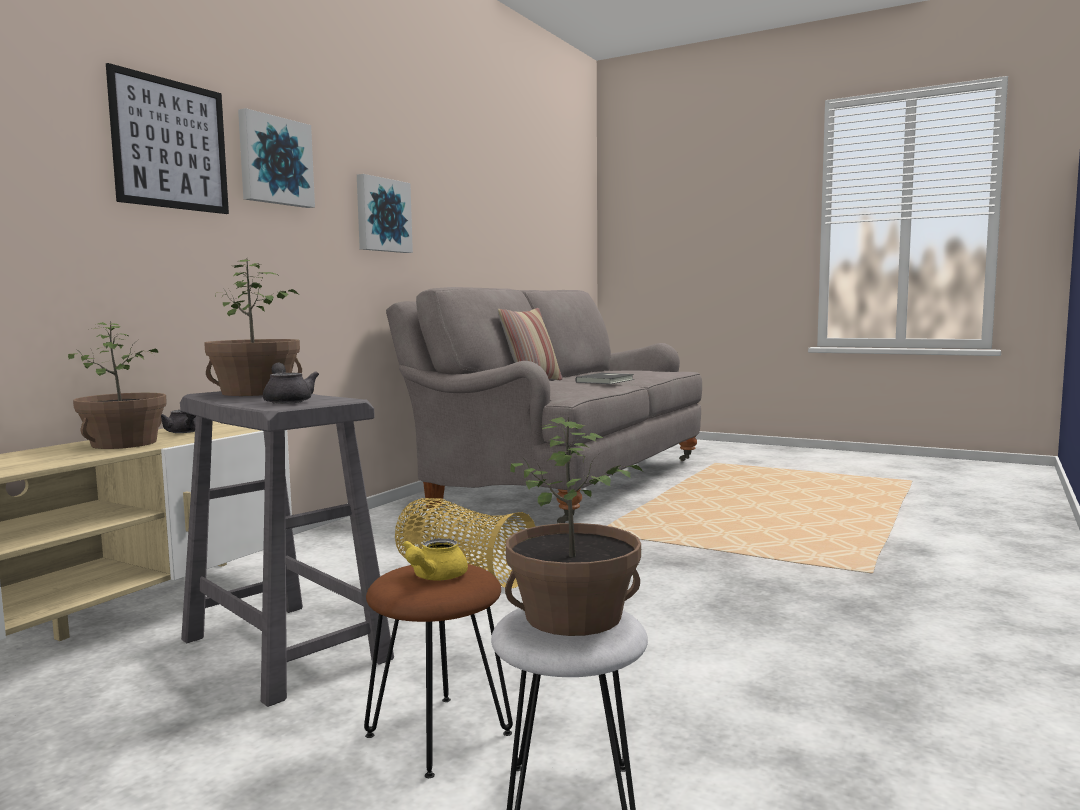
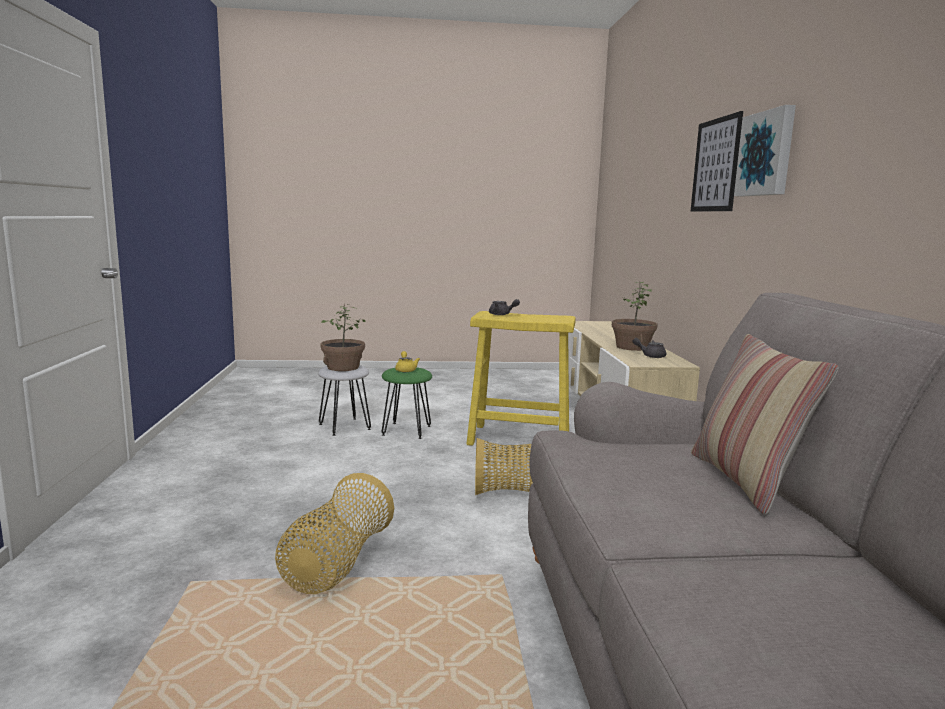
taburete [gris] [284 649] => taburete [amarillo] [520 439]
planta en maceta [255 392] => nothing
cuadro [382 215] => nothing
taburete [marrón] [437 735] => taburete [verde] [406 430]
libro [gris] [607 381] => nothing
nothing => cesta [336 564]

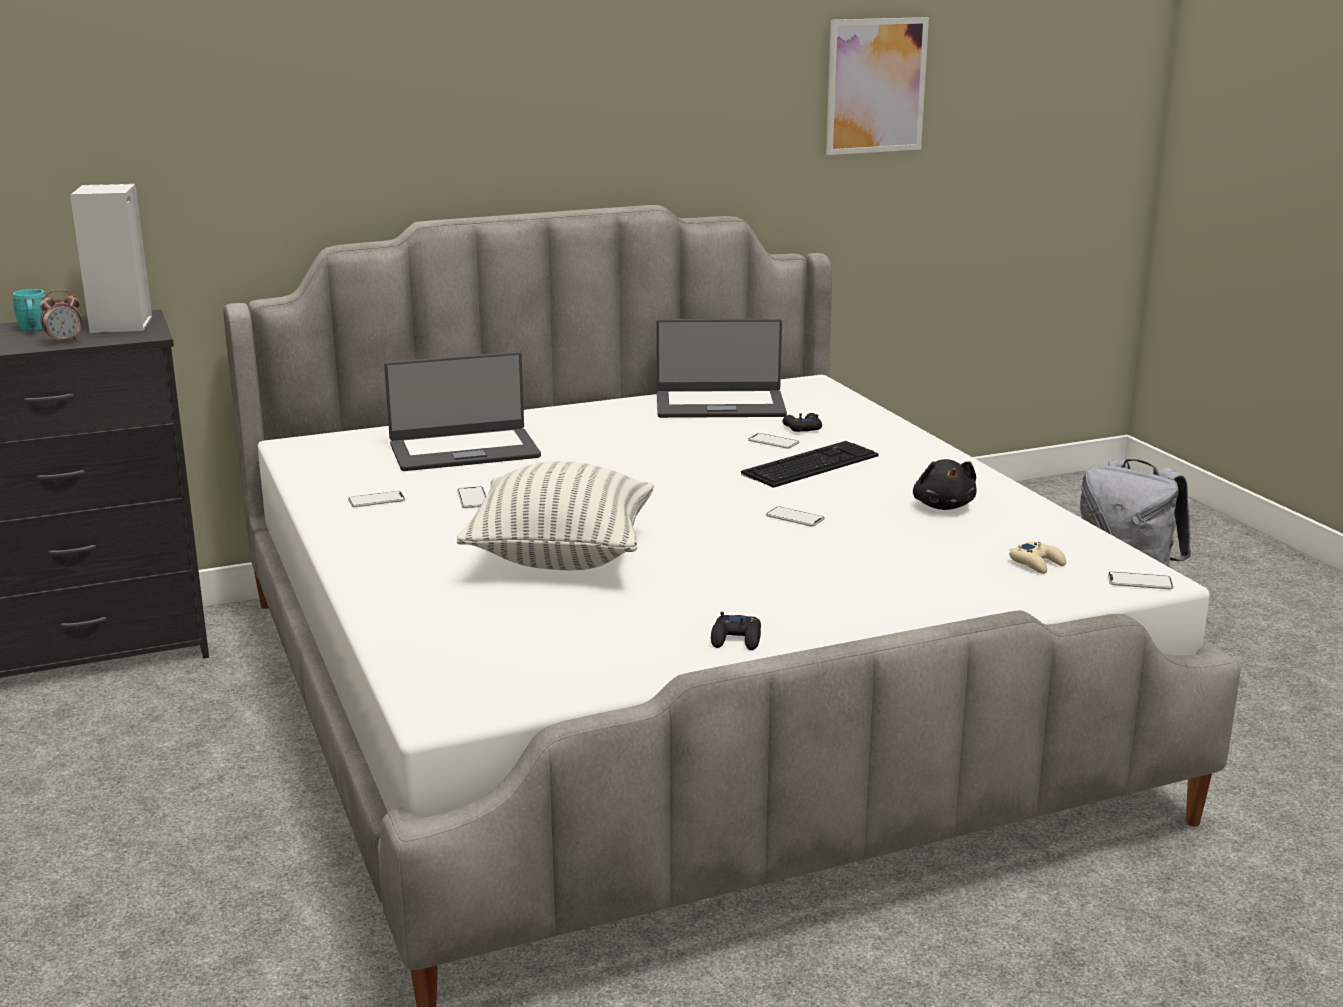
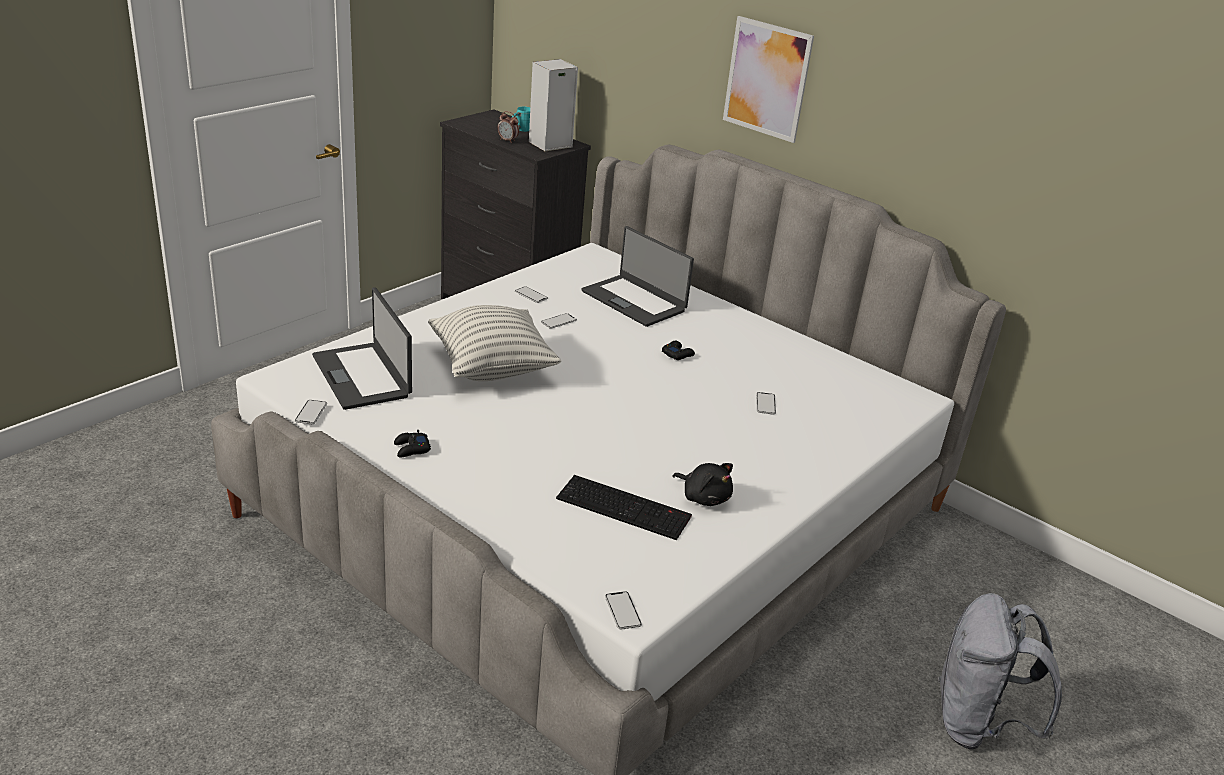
portátil [720 405] => portátil [363 376], relocated
teclado [810 464] => teclado [625 507], relocated
móvil [795 518] => móvil [311 413], relocated
mando de consola [negro] [802 428] => mando de consola [negro] [677 354], relocated
cuadro [876 86] => cuadro [767 79], relocated
peluche [negro] [943 506] => peluche [negro] [704 497], 105 degrees counterclockwise
mando de consola [beis] [1037 563] => nothing

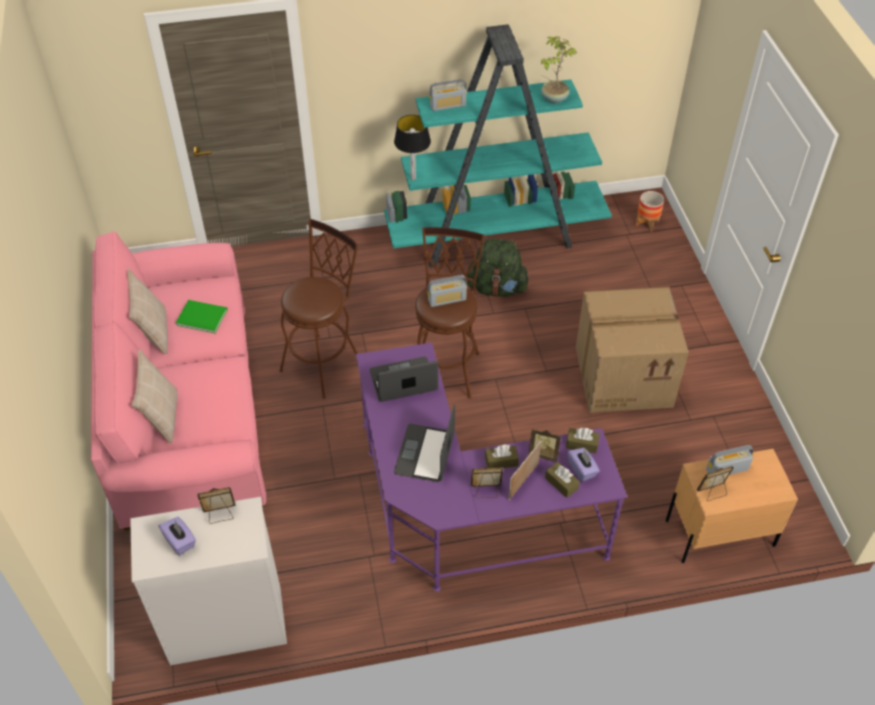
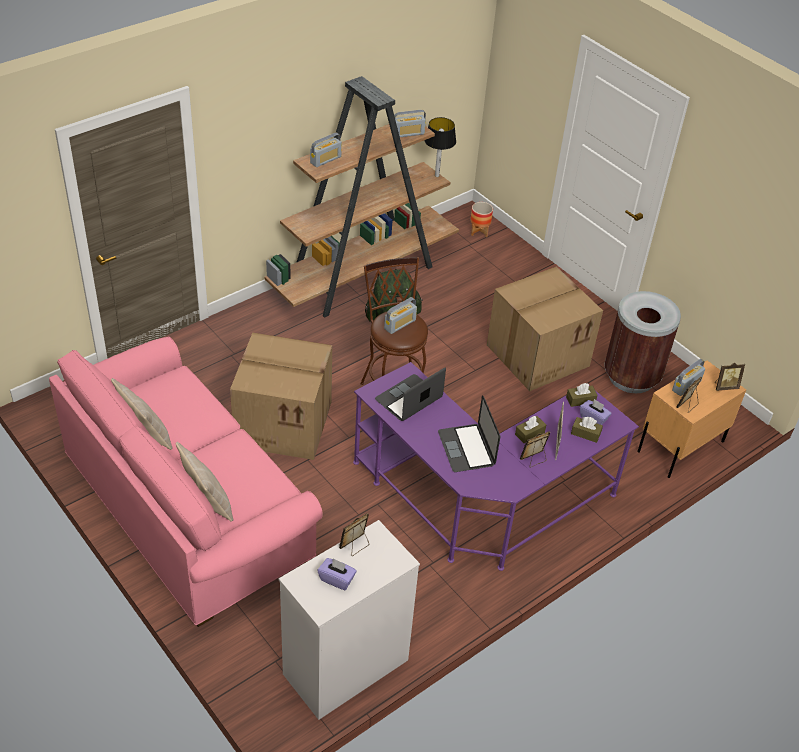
libro [verde] [201 316] => nothing
taburete [marrón] [325 362] => caja de cartón [285 423]
estantería [turquesa] [496 235] => estantería [marrón] [363 275]
lámpara de mesa [413 178] => lámpara de mesa [437 175], relocated
portarretratos [544 454] => portarretratos [725 386], relocated
planta en maceta [553 98] => radio [408 133]
nothing => papelera [marrón] [631 377]

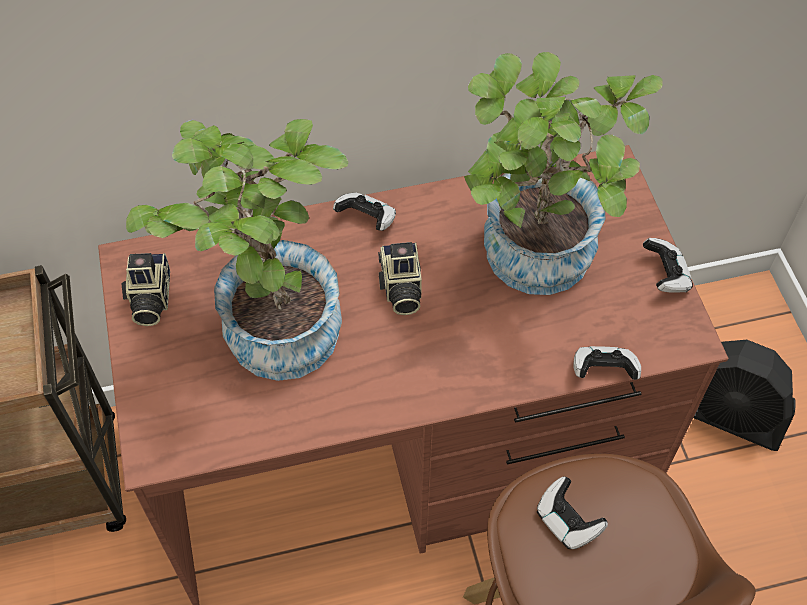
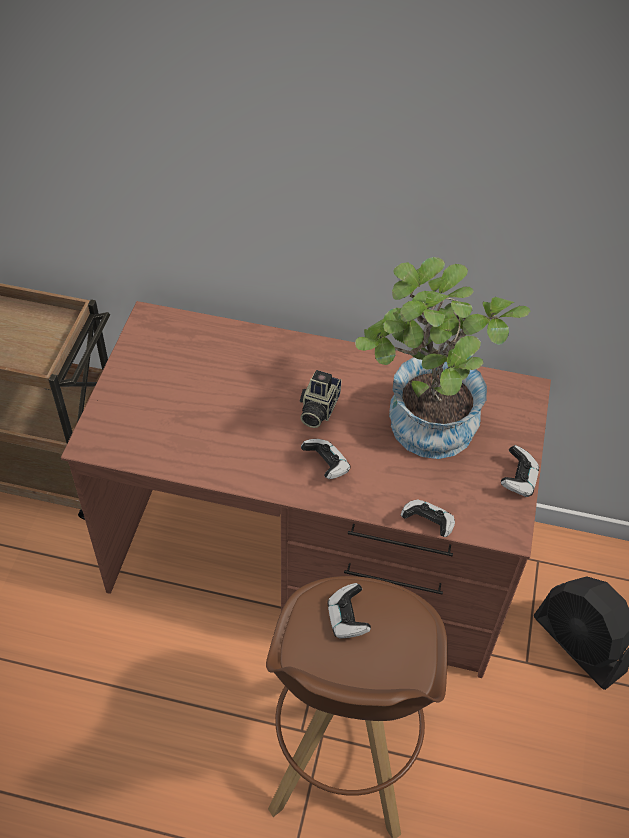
cámara [149 299] => nothing
planta en maceta [270 322] => nothing
mando de consola [367 220] => mando de consola [326 466], relocated

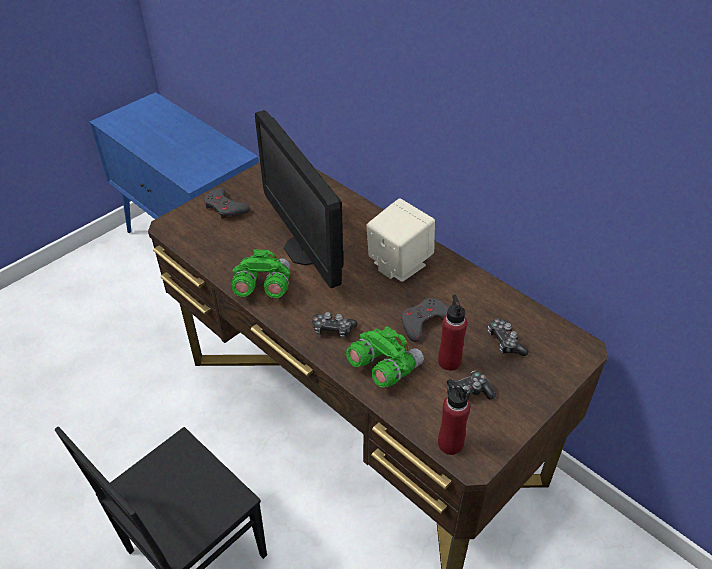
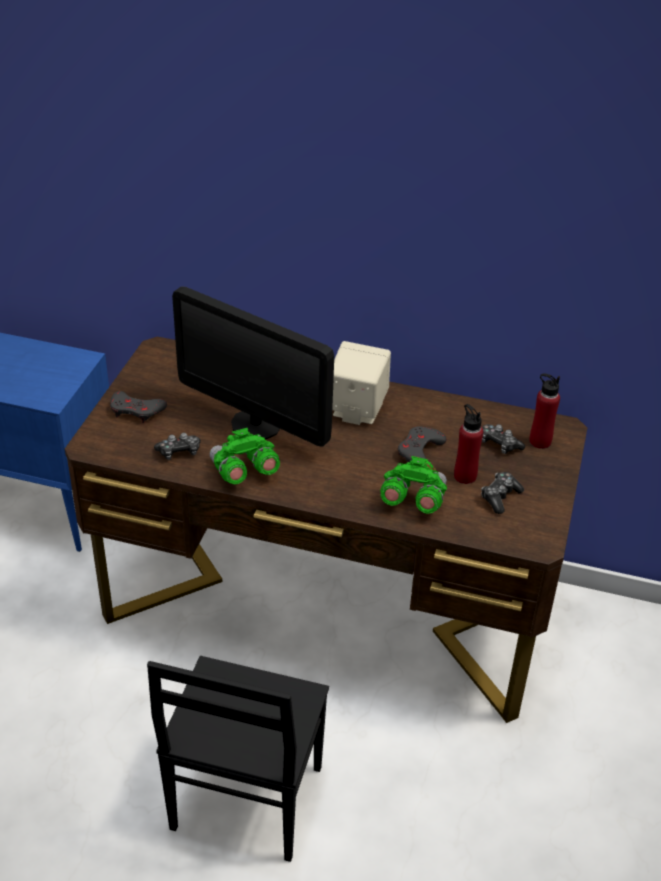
mando de consola [332 329] => mando de consola [179 452], relocated
botella [rojo] [450 443] => botella [rojo] [540 441], relocated

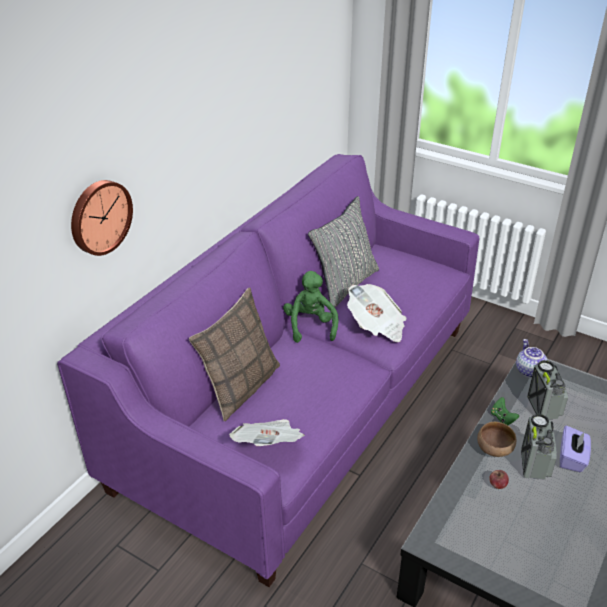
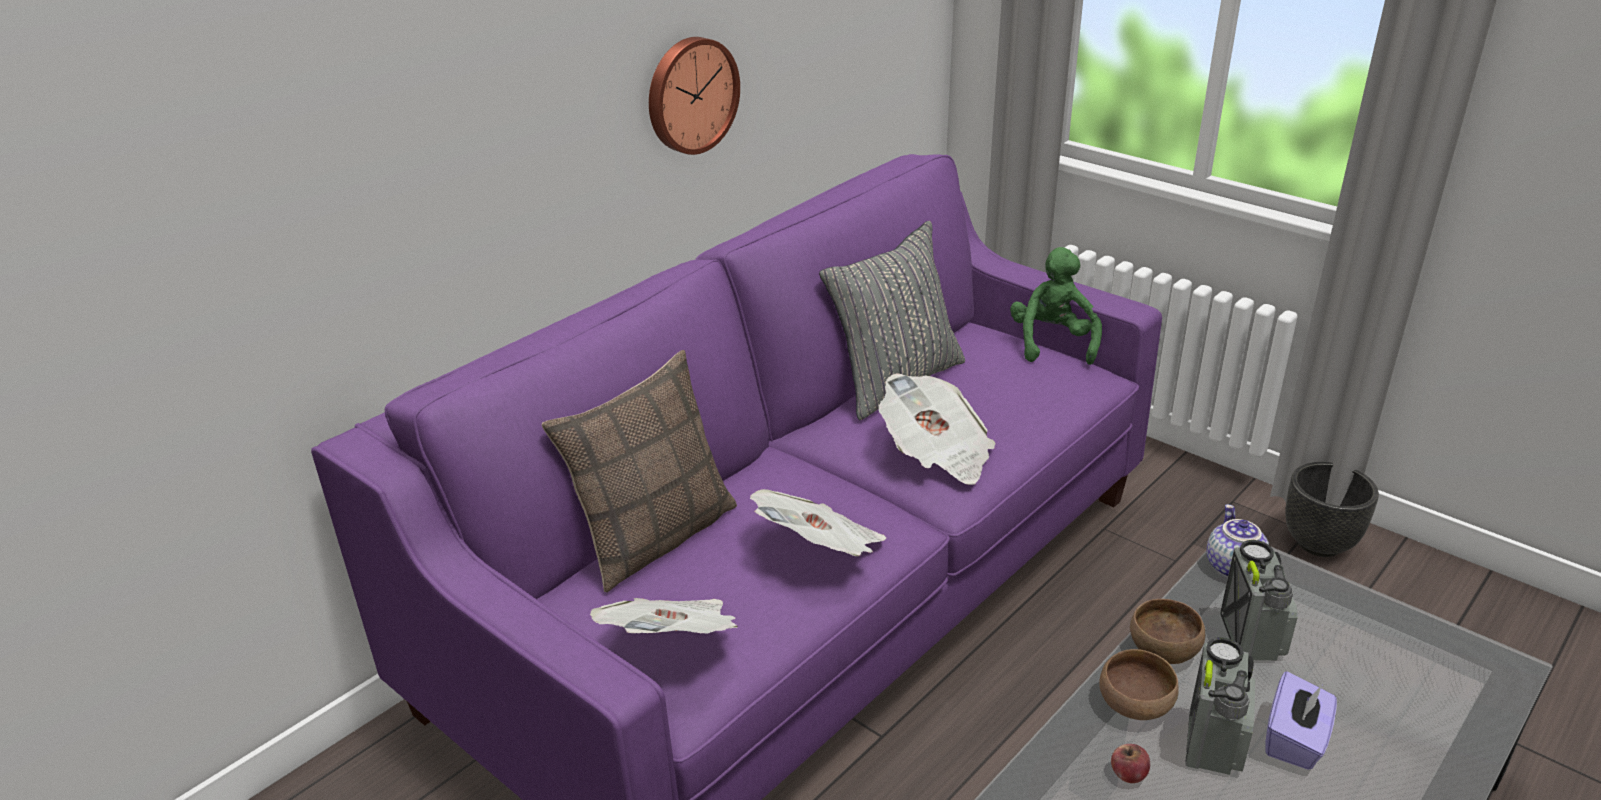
reloj de pared [99 216] => reloj de pared [690 95], relocated
peluche [verde] [310 326] => peluche [verde] [1052 343], relocated
mando de consola [verde] [502 418] => cuenco [marrón] [1162 649]
nothing => periódico [820 551]
nothing => maceta [negro] [1319 543]

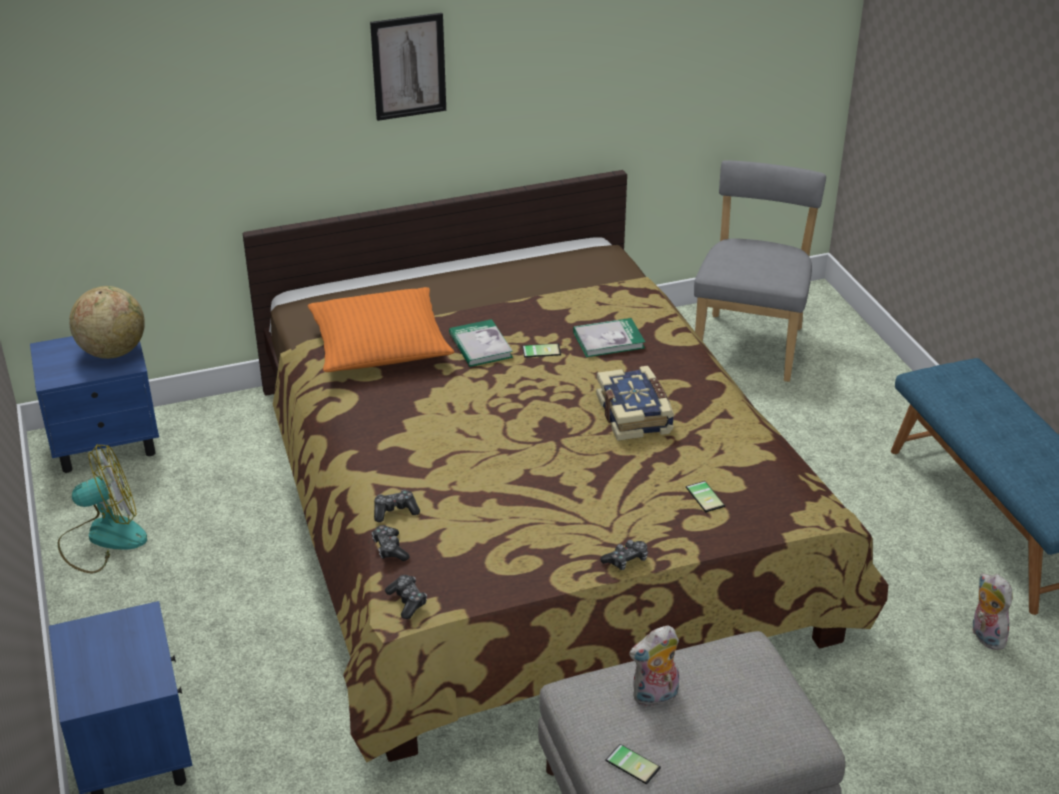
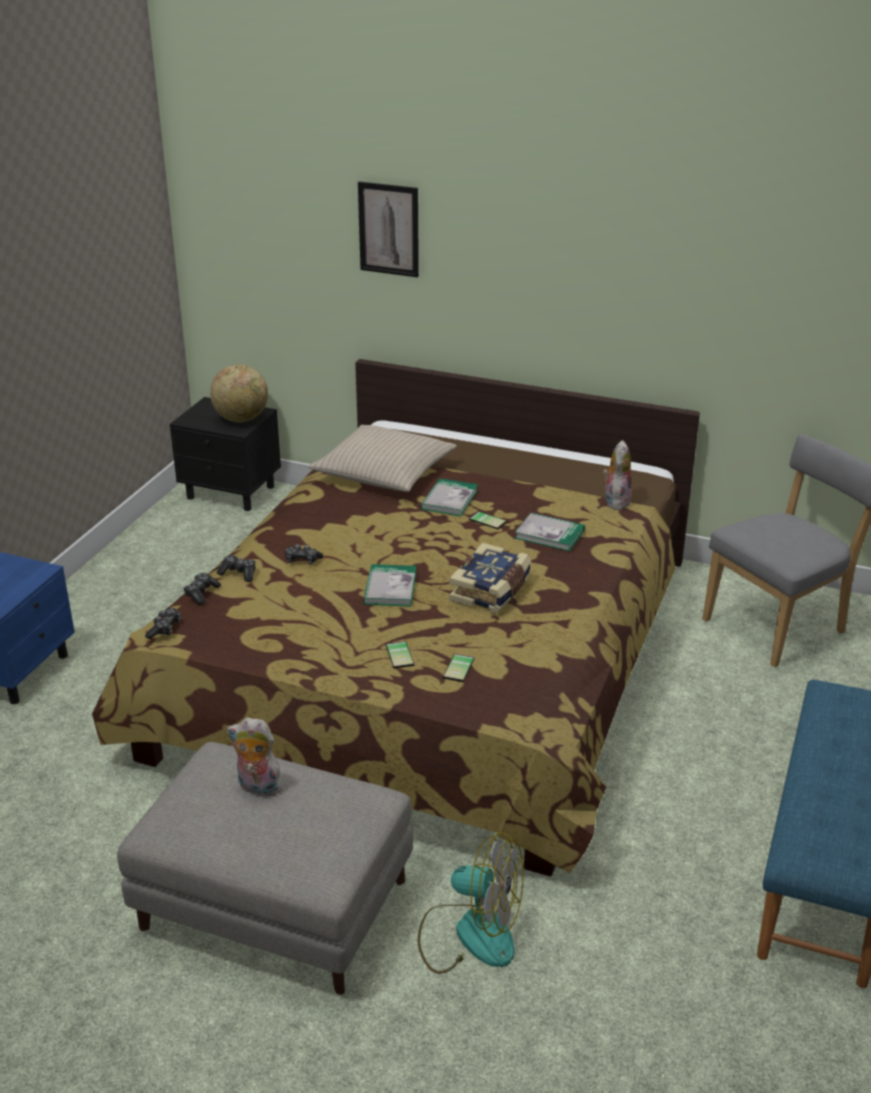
mesita de noche [azul] [107 443] => mesita de noche [negro] [231 492]
ventilador [102 538] => ventilador [470 934], relocated
cojín [naranja] [379 345] => cojín [beis] [383 472]
cuadro [408 66] => cuadro [389 229], relocated
mando de consola [626 560] => mando de consola [302 560], relocated
móvil [634 762] => móvil [402 655], relocated
peluche [984 636] => peluche [615 501], relocated
nothing => libro [390 588]

